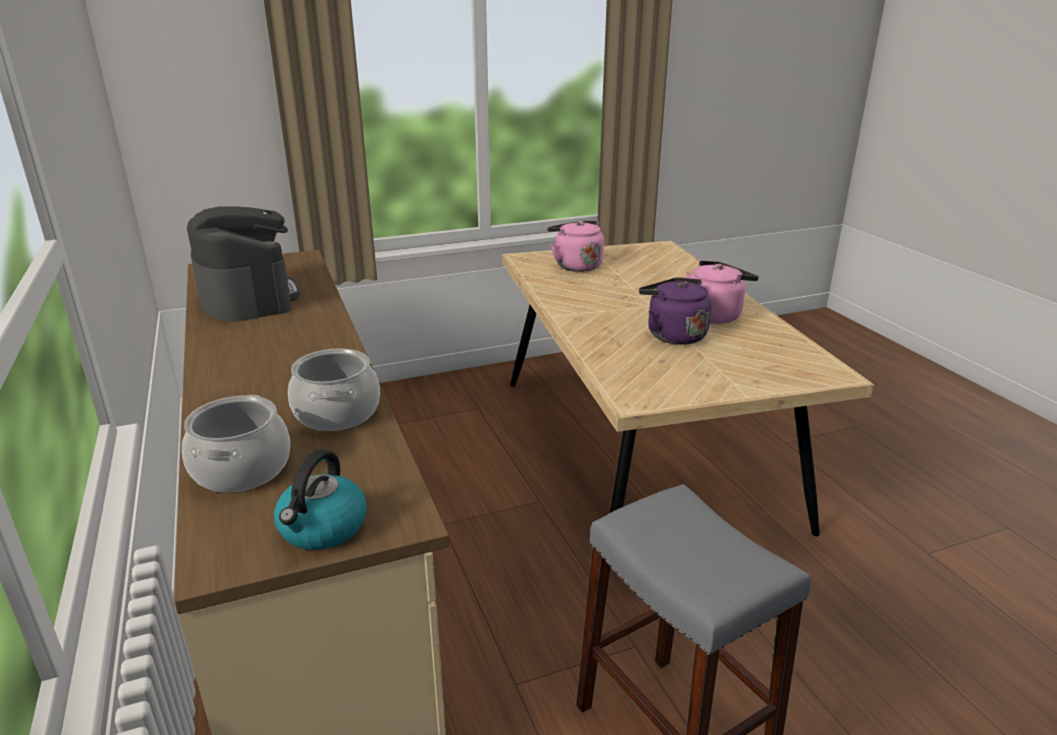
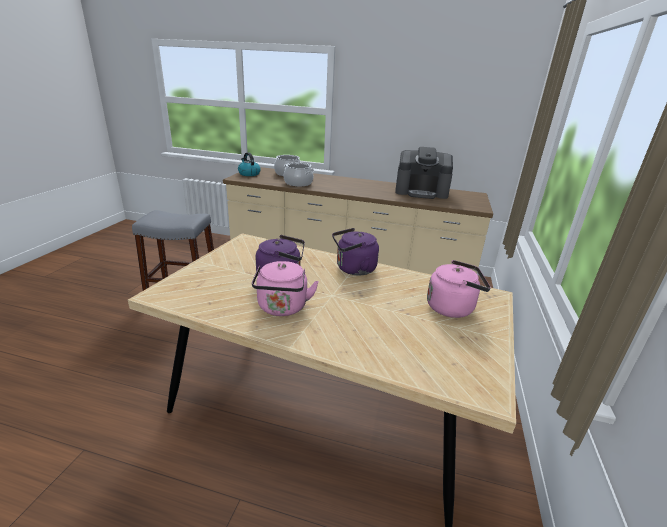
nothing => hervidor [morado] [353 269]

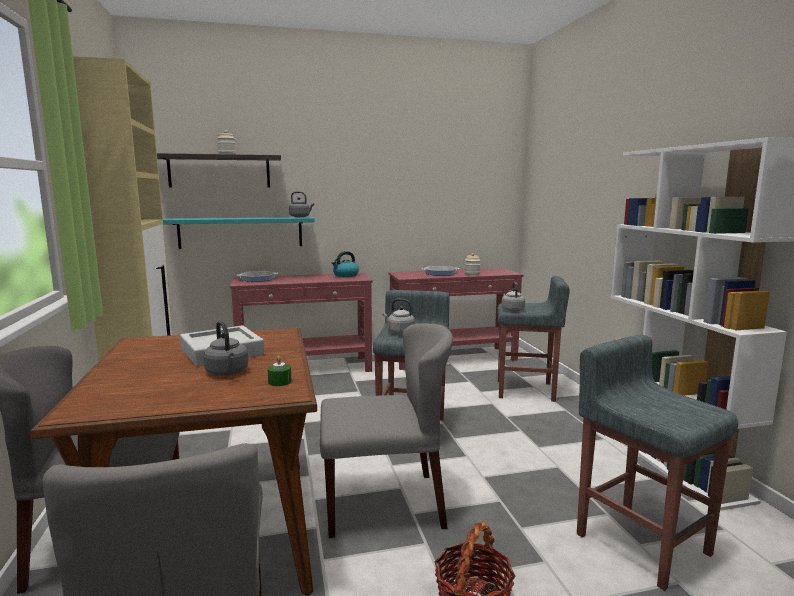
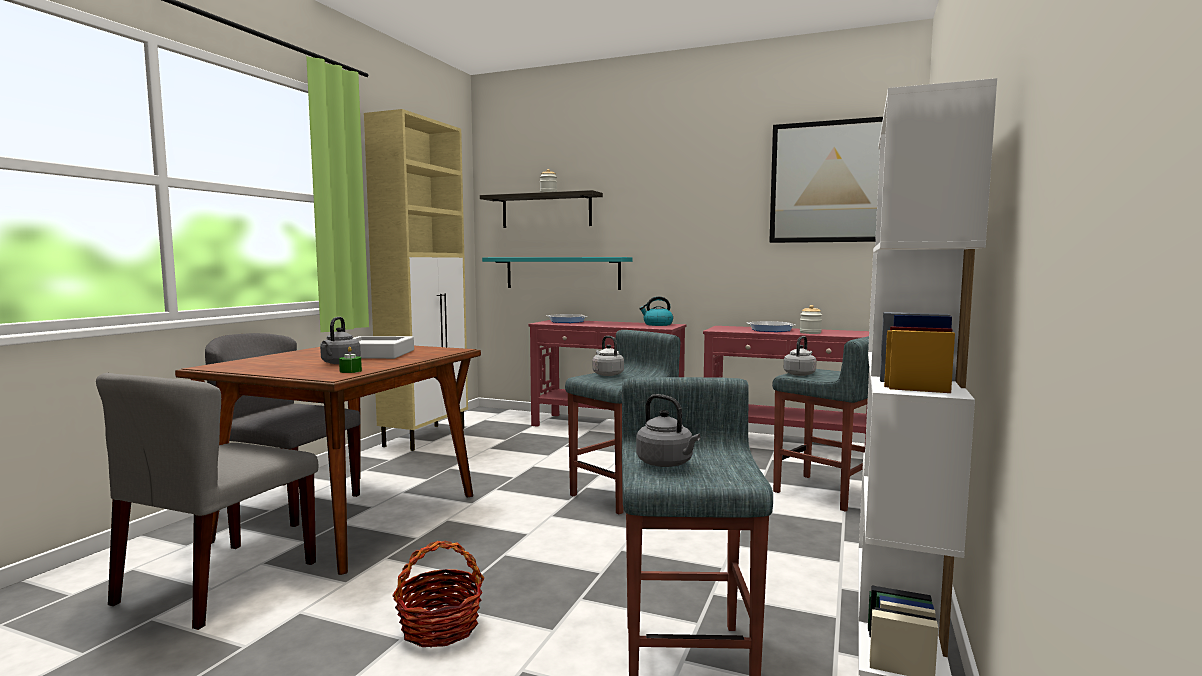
hervidor [gris] [300 217] => hervidor [gris] [667 463], relocated
silla [gris] [384 503] => nothing
nothing => cuadro [832 182]

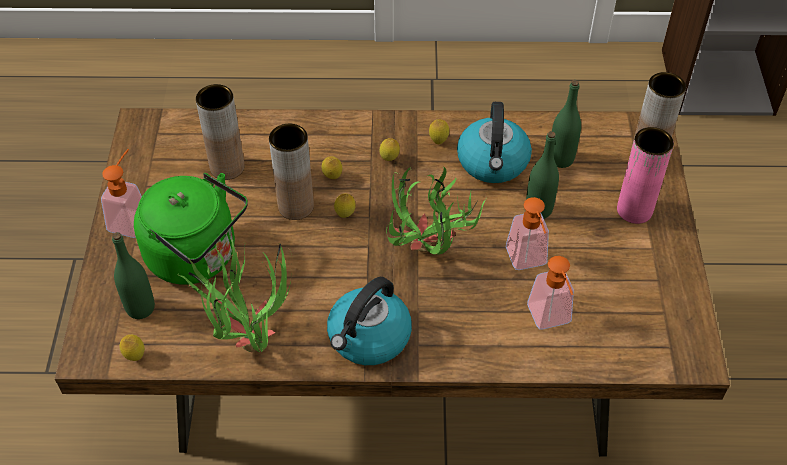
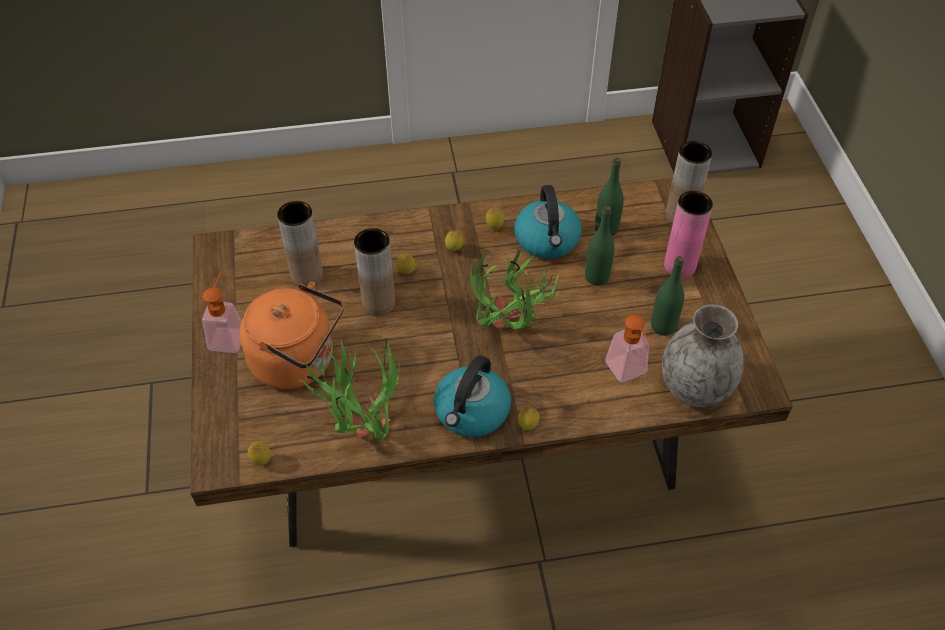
botella [verde] [140 308] => botella [verde] [663 326], relocated
hervidor [verde] [197 257] => hervidor [naranja] [298 362]
limón [345 215] => limón [527 426], relocated
dispensador de jabón [528 262] => nothing
nothing => florero [gris] [695 388]

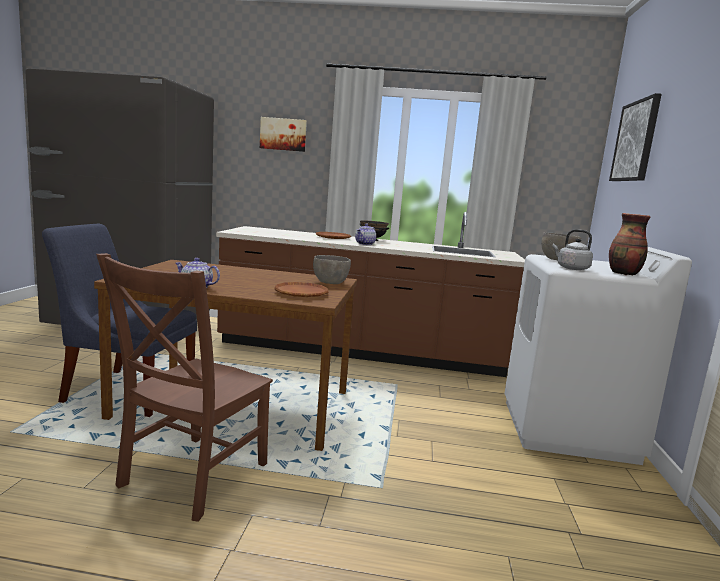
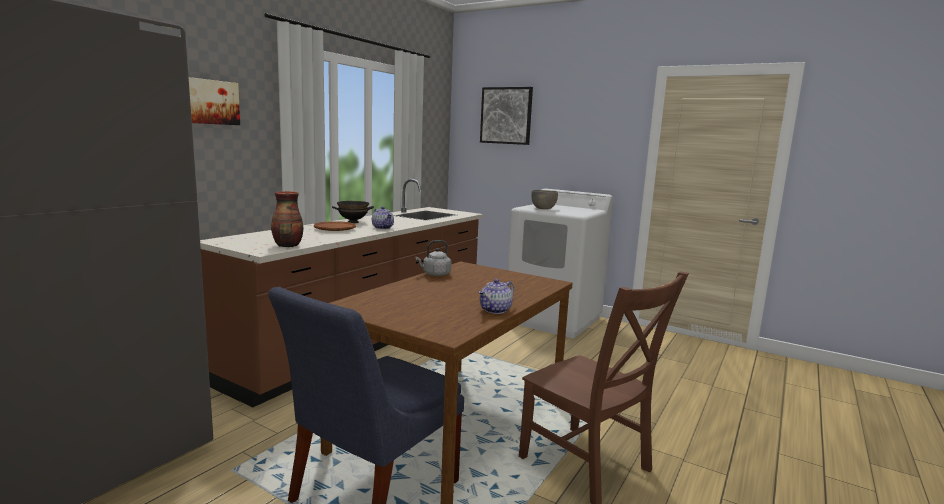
plato [marrón] [301 293] => nothing
cuenco [gris] [330 283] => nothing
hervidor [gris] [571 268] => hervidor [gris] [435 274], relocated
florero [623 273] => florero [288 245], relocated

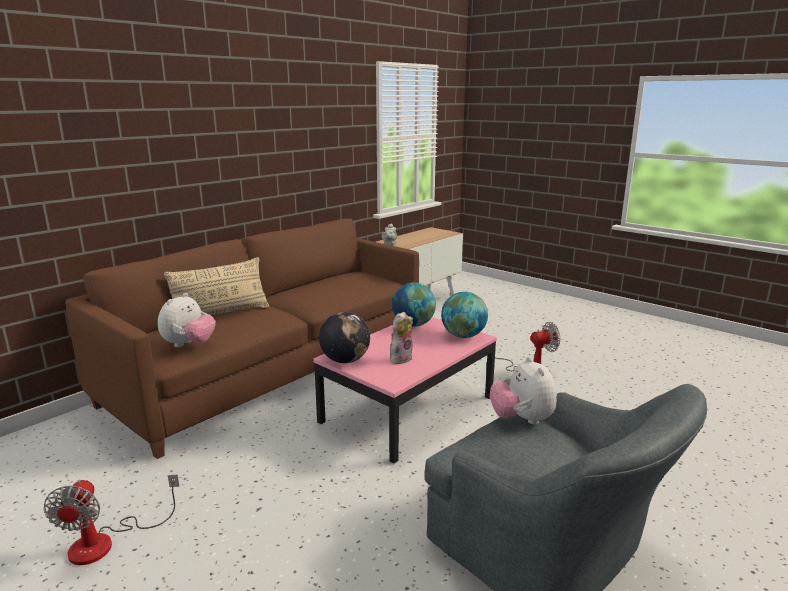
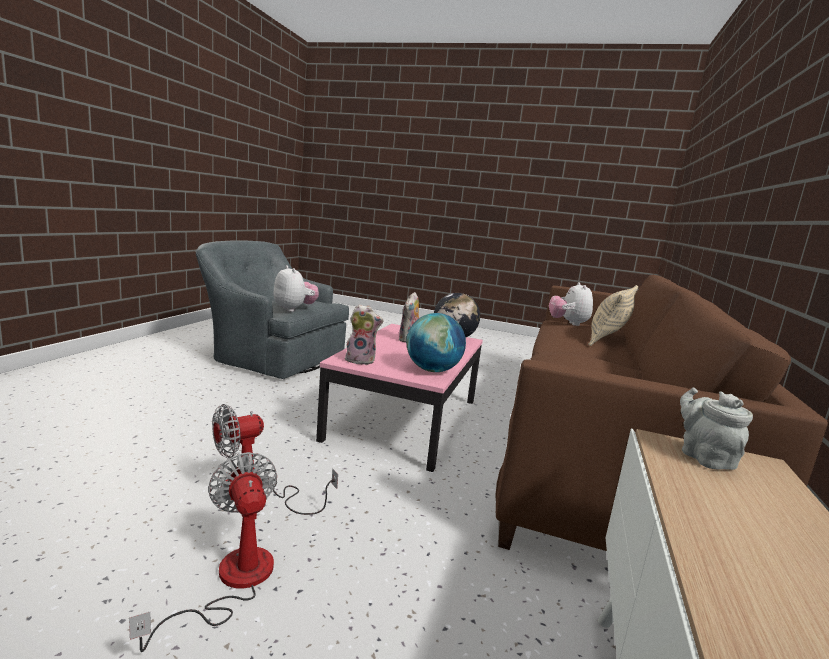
ventilador [106 542] => ventilador [231 582], relocated
globo terráqueo [463 336] => peluche [361 360]

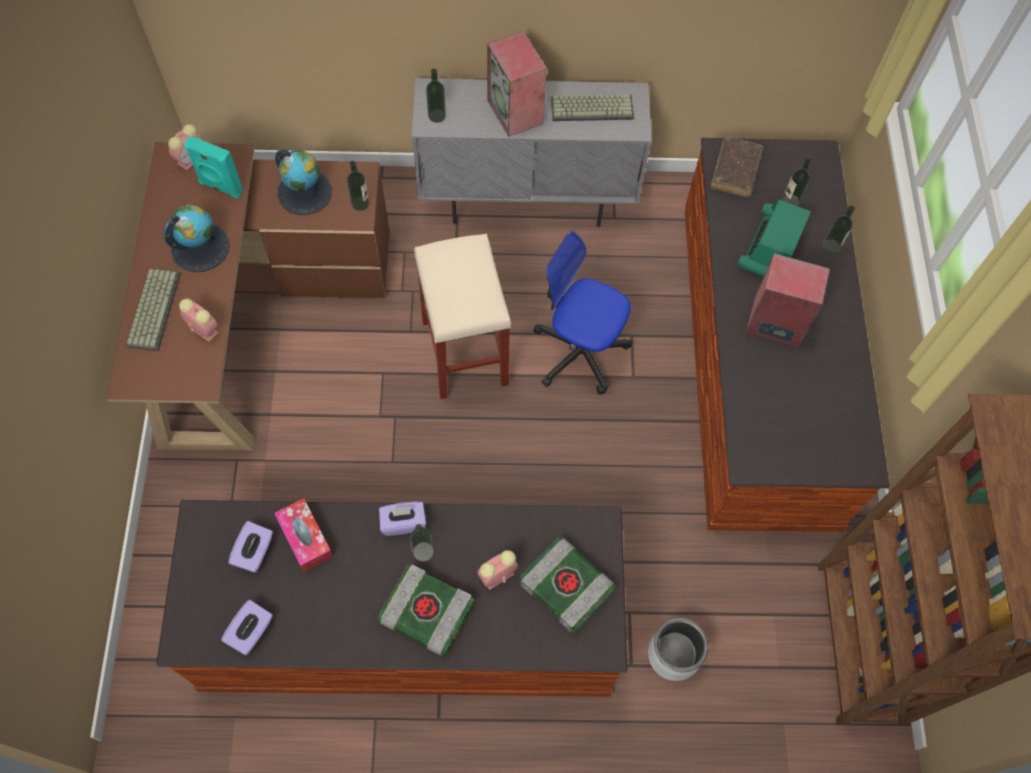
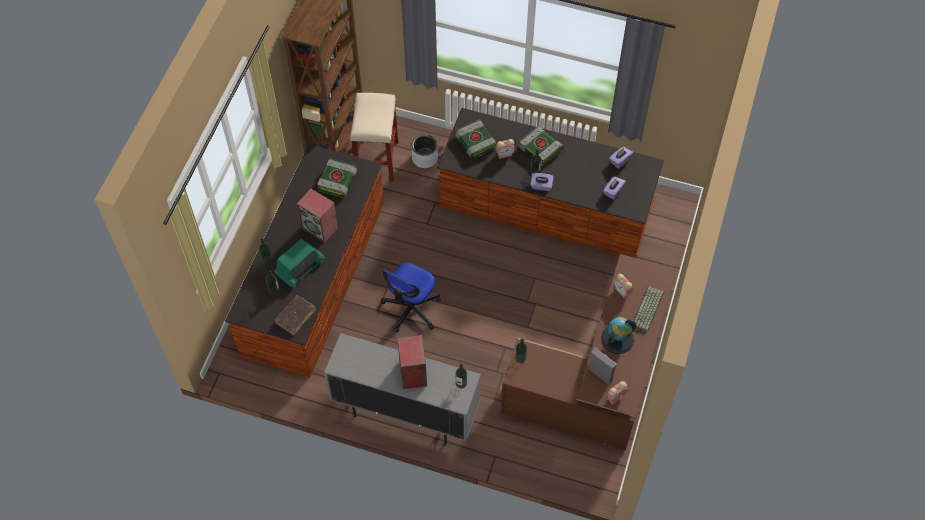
altavoz [turquesa] [220 187] => altavoz [gris] [600 373]
caja de pañuelos [305 537] => nothing
globo terráqueo [305 192] => nothing
taburete [beis] [465 353] => taburete [beis] [377 159], relocated
silla de oficina [579 351] => silla de oficina [411 309], 75 degrees clockwise
teclado [592 107] => nothing
nothing => libro [338 182]

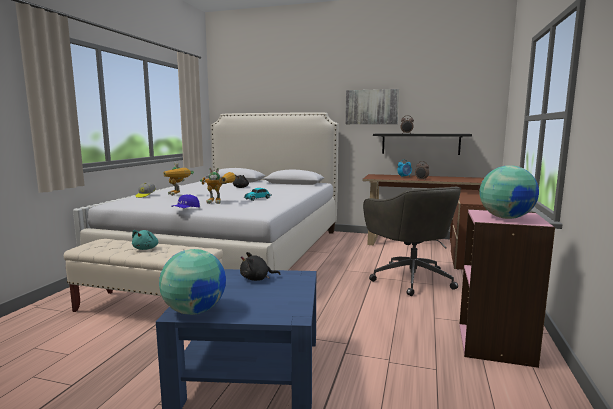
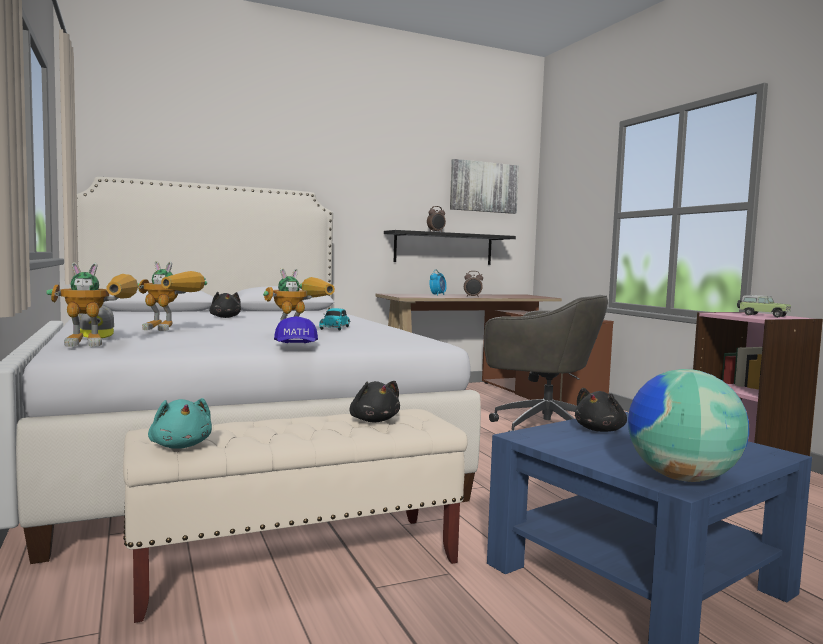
peluche [turquesa] [146 248] => peluche [turquesa] [181 446], relocated
cuadro [371 107] => cuadro [483 187], relocated
globo terráqueo [505 218] => coche de juguete [762 315]
nothing => robot de juguete [101 344]
nothing => peluche [negro] [374 420]

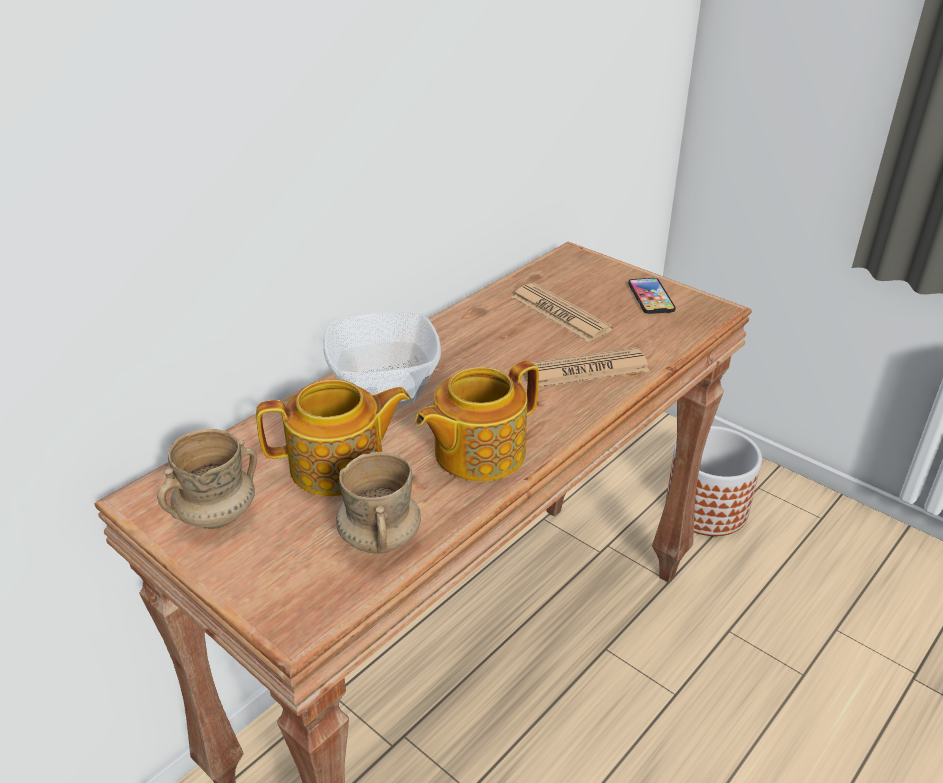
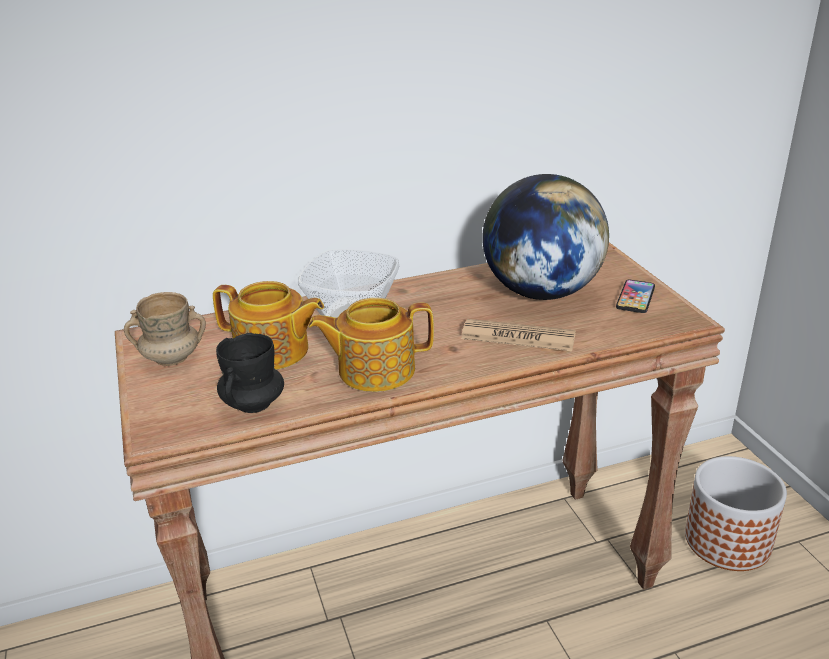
taza grande [beis] [380 538] => taza grande [negro] [253 403]
periódico [560 313] => globo terráqueo [541 292]

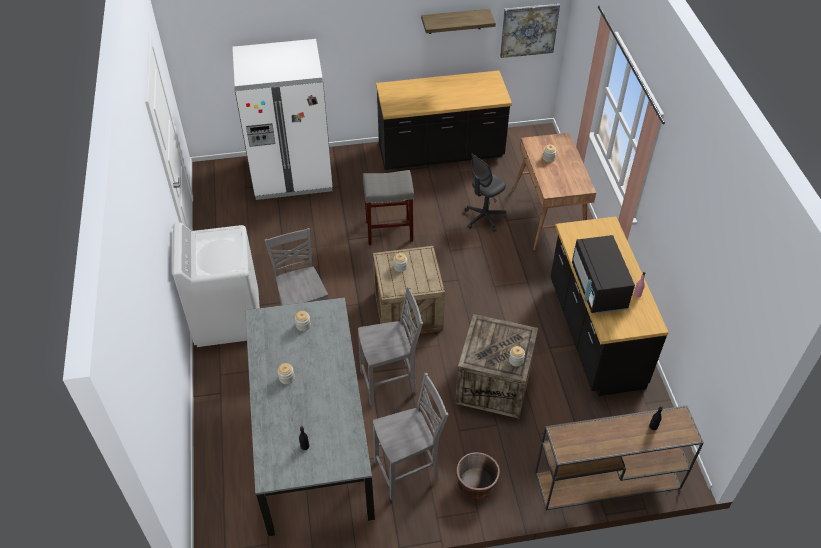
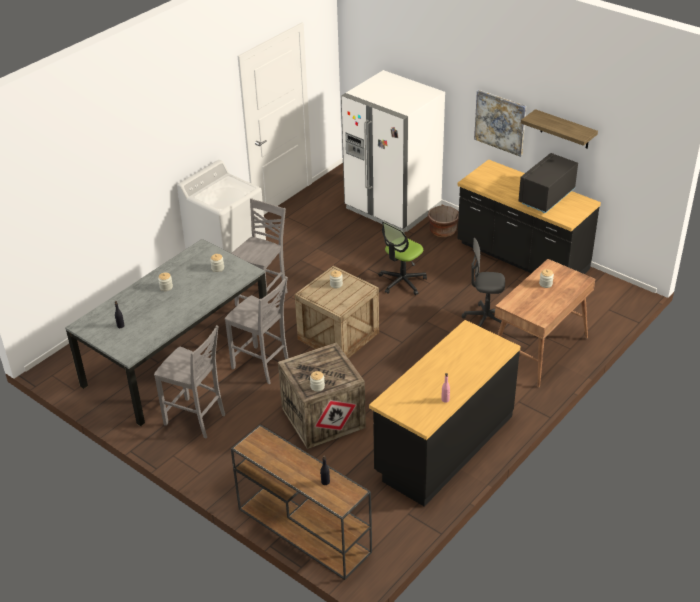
taburete [gris] [388 231] => silla de oficina [402 282]
maceta [marrón] [476 484] => maceta [marrón] [442 231], relocated
cuadro [529 30] => cuadro [500 122], relocated
microondas [negro] [598 287] => microondas [negro] [546 197], relocated

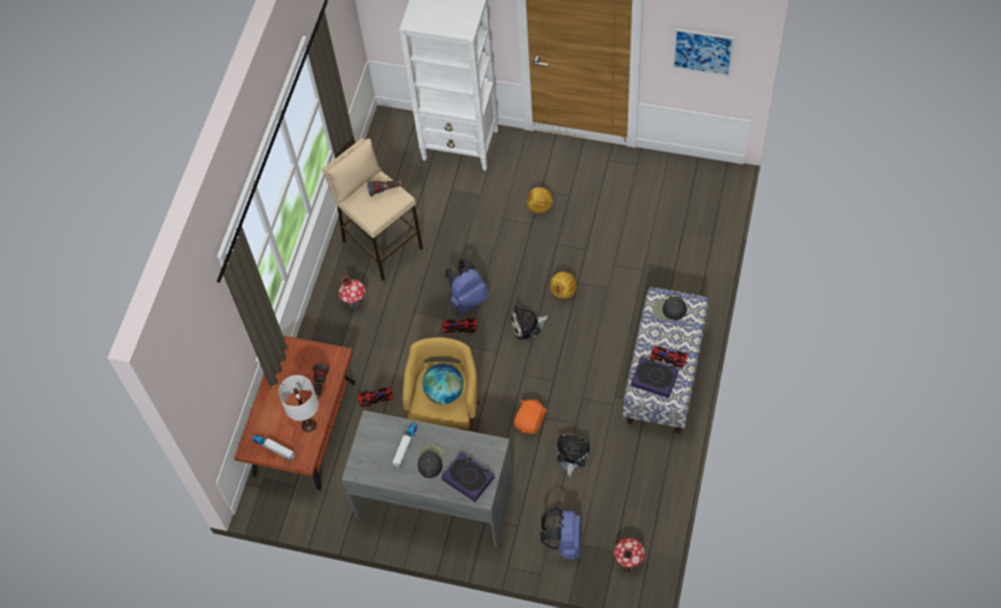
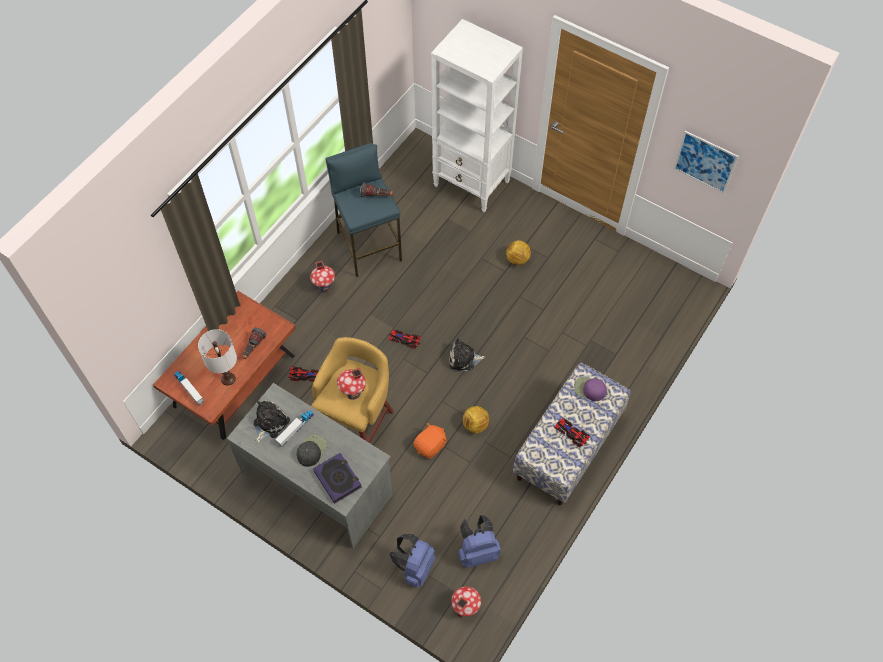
taburete [beis] [382 245] => taburete [azul] [368 246]
globo terráqueo [444 392] => casita [353 392]
mochila [azul] [467 299] => mochila [azul] [477 551], relocated
balón de fútbol [563 291] => balón de fútbol [475 424], relocated
peluche [572 455] => peluche [269 423], relocated
libro [654 379] => nothing
gorra [negro] [668 310] => gorra [morado] [589 389]

